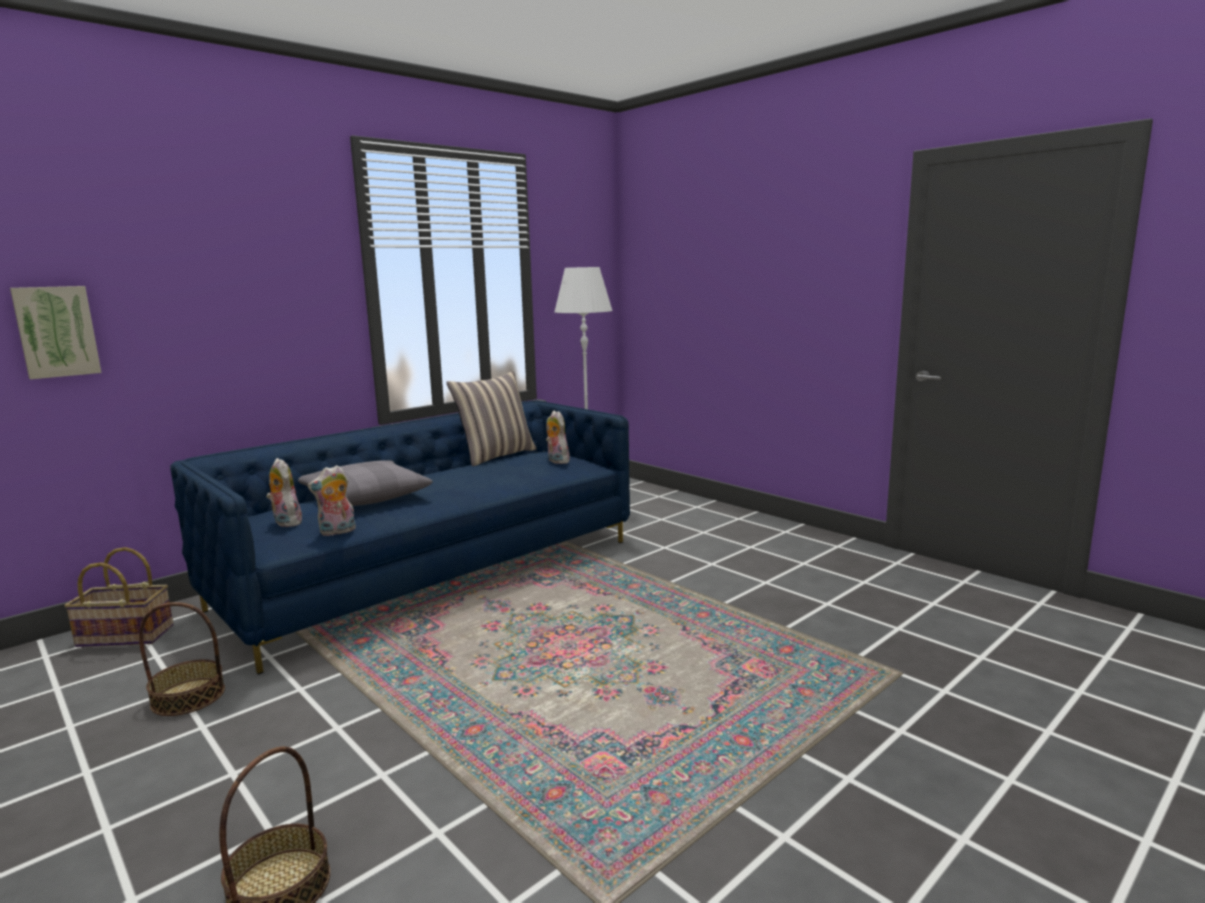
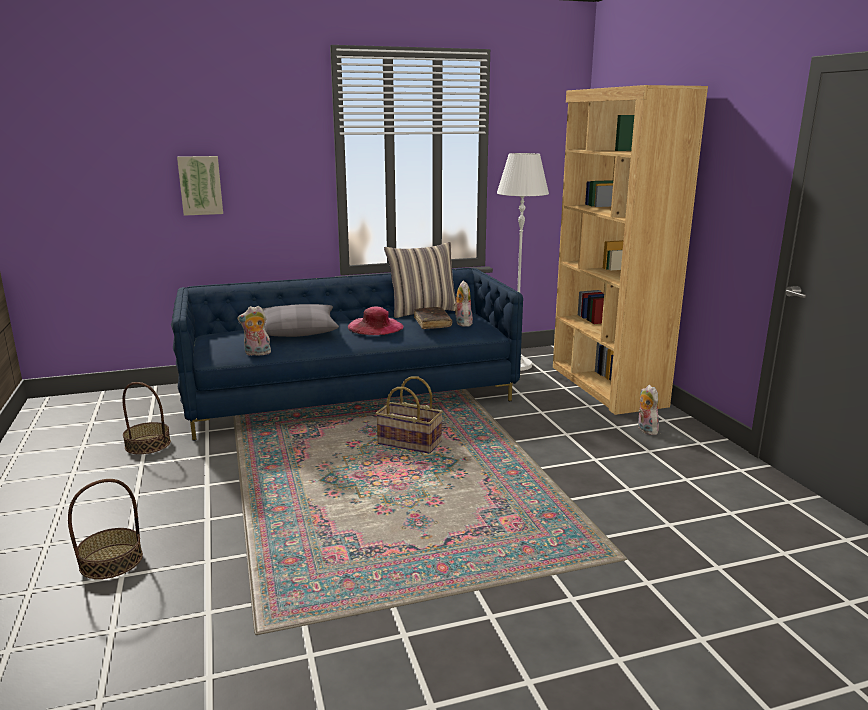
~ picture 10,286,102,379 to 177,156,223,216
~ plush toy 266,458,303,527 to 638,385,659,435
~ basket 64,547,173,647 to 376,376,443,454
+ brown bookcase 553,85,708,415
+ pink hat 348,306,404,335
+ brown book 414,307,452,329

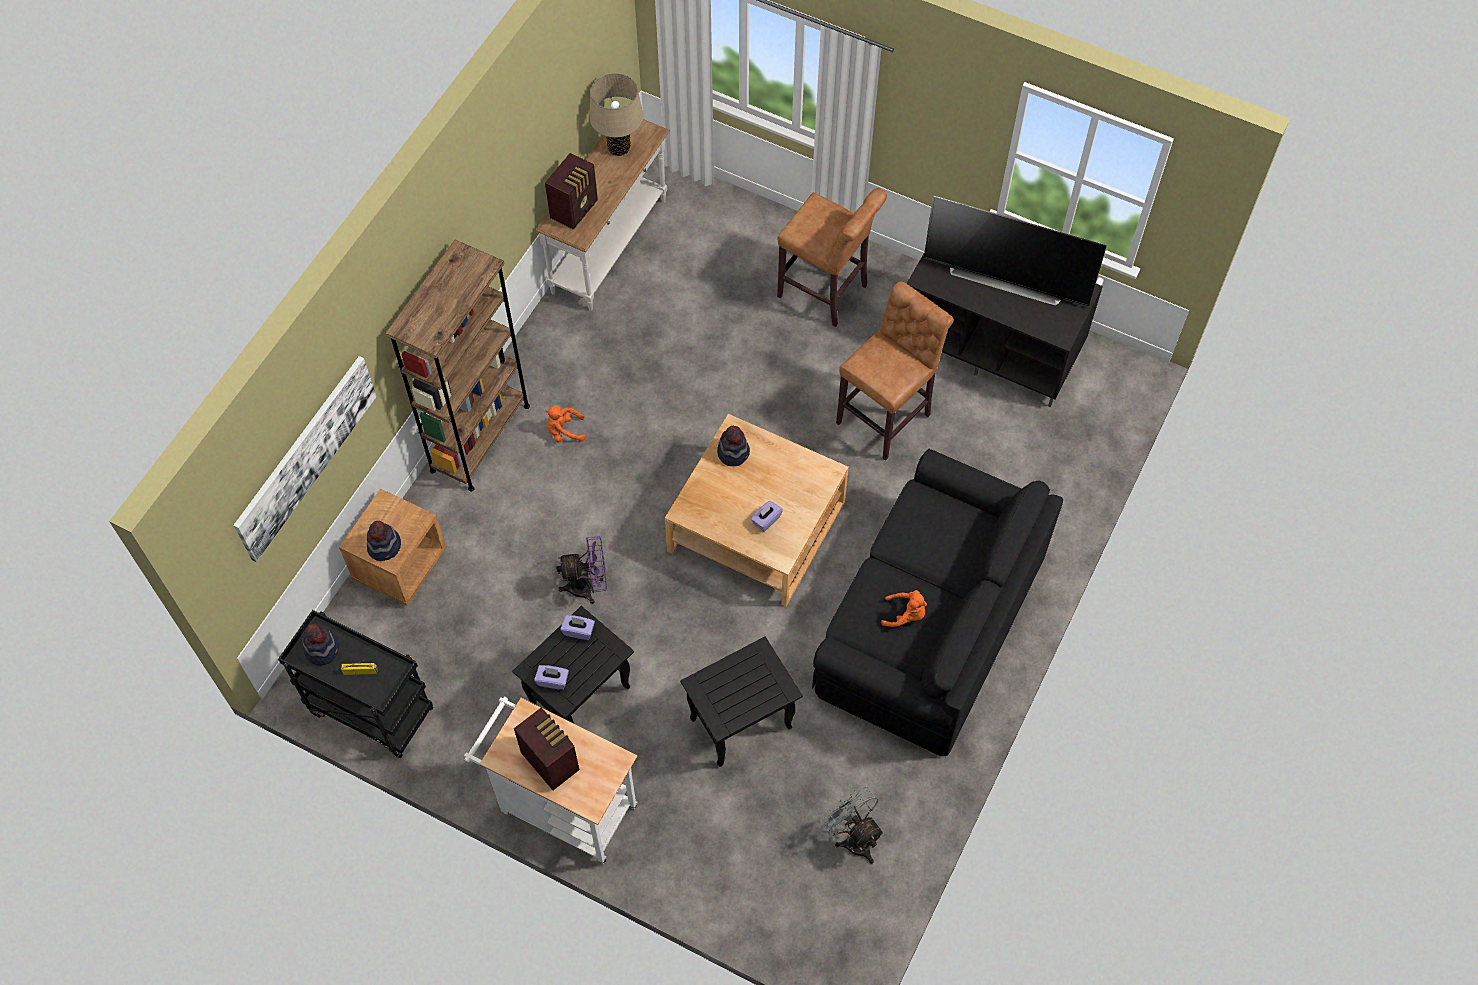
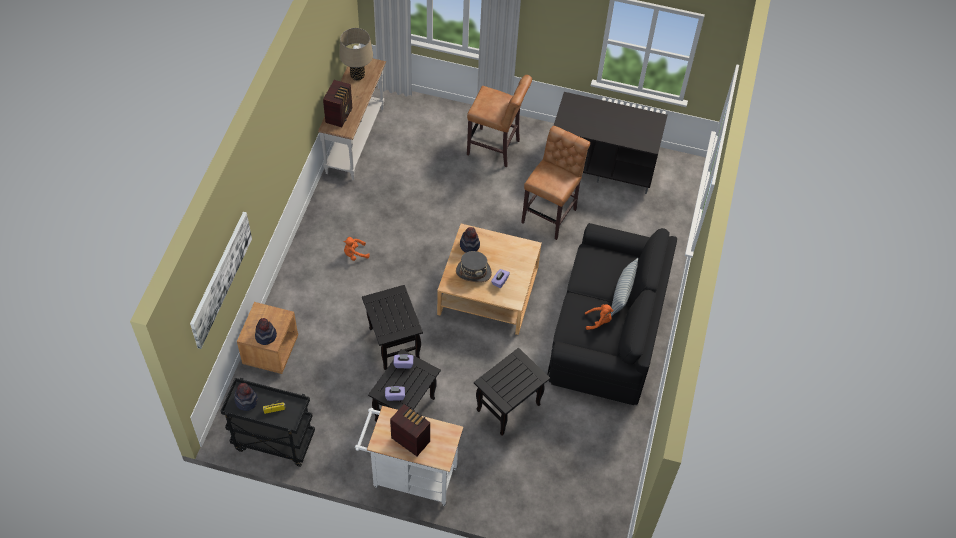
- television 924,195,1107,307
- brown bookcase 385,240,530,492
~ purple fan 556,536,607,604 to black side table 362,285,423,370
- grey fan 821,787,884,864
+ grey hat 456,251,492,283
+ pillow 611,258,638,316

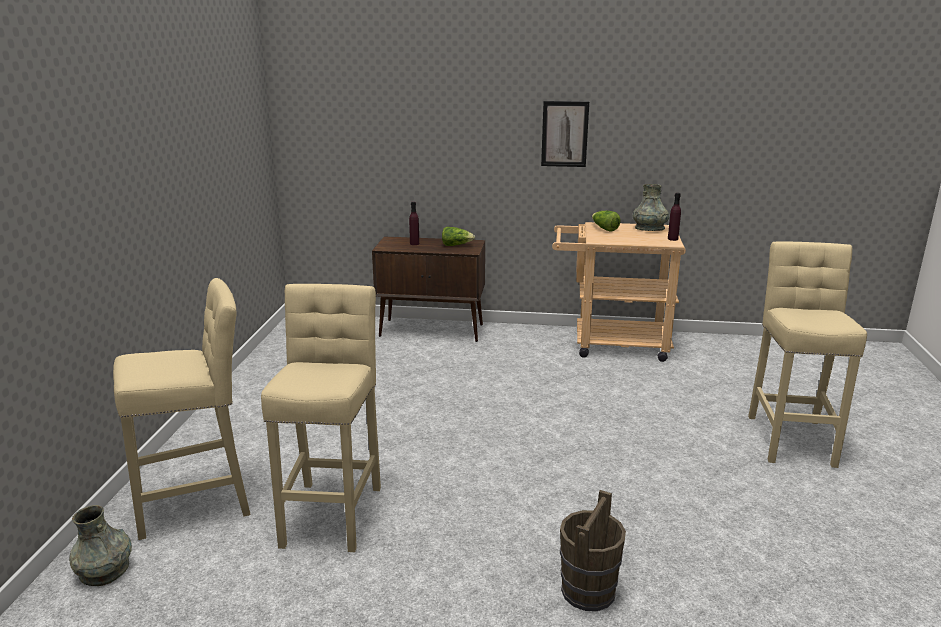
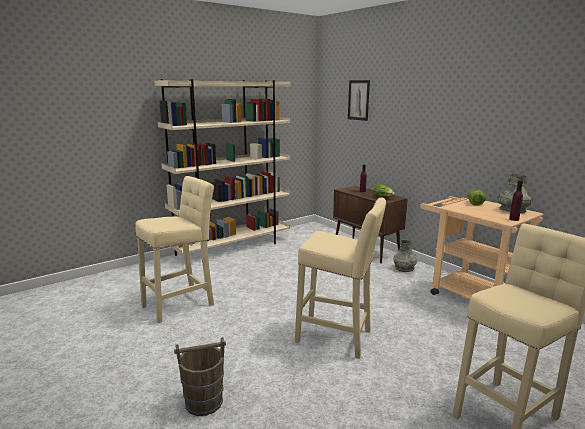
~ picture 541,101,589,167 to 348,80,370,121
~ beige stool 113,278,251,540 to 295,197,386,359
~ grey vase 69,505,132,586 to 393,239,417,272
+ beige bookcase 154,79,291,256

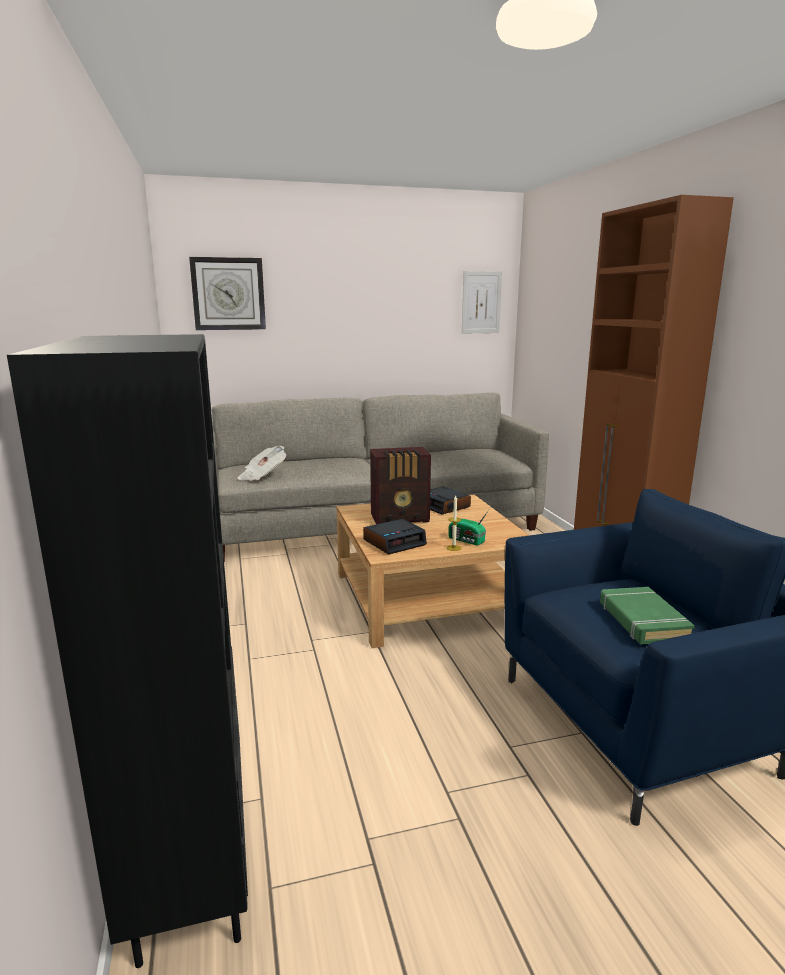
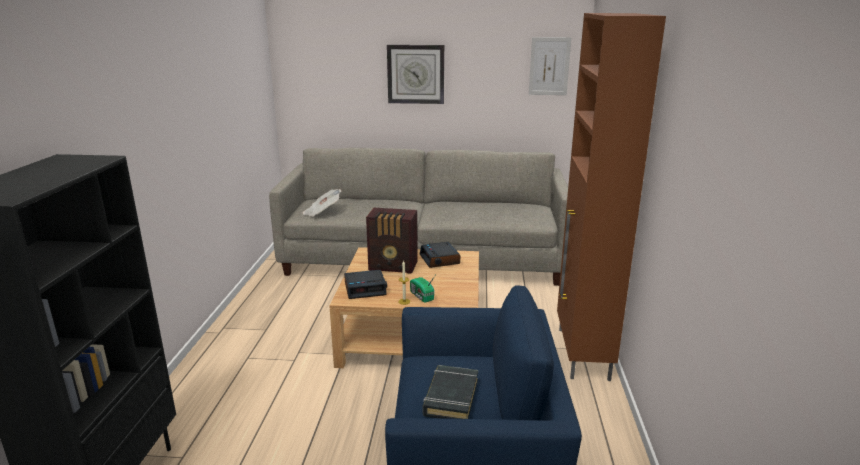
~ wall clock 189,257,266,330 to 387,45,444,104
~ green book 600,587,695,644 to black book 423,365,478,419

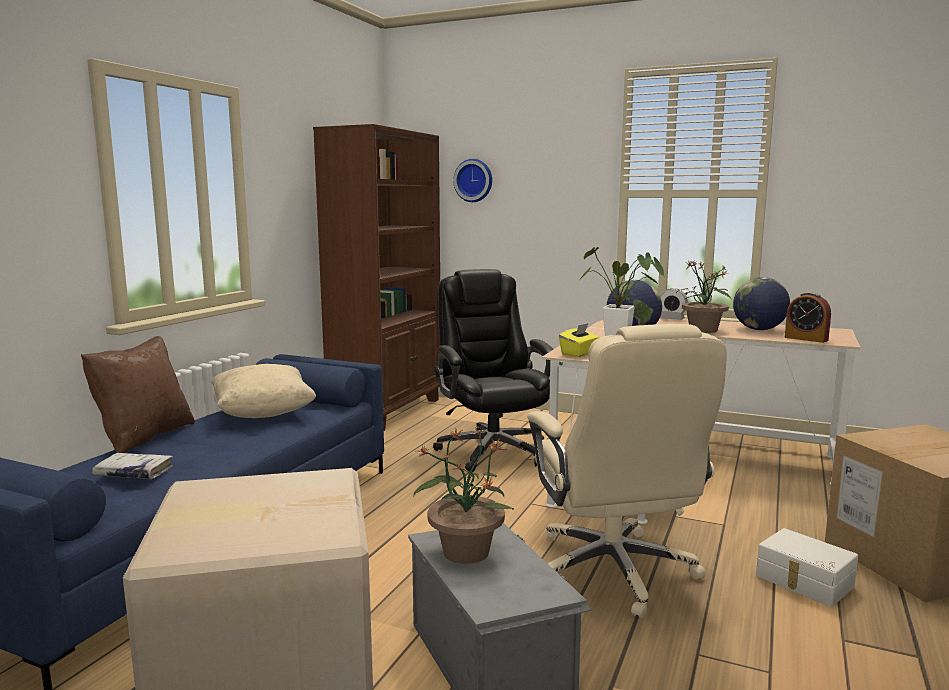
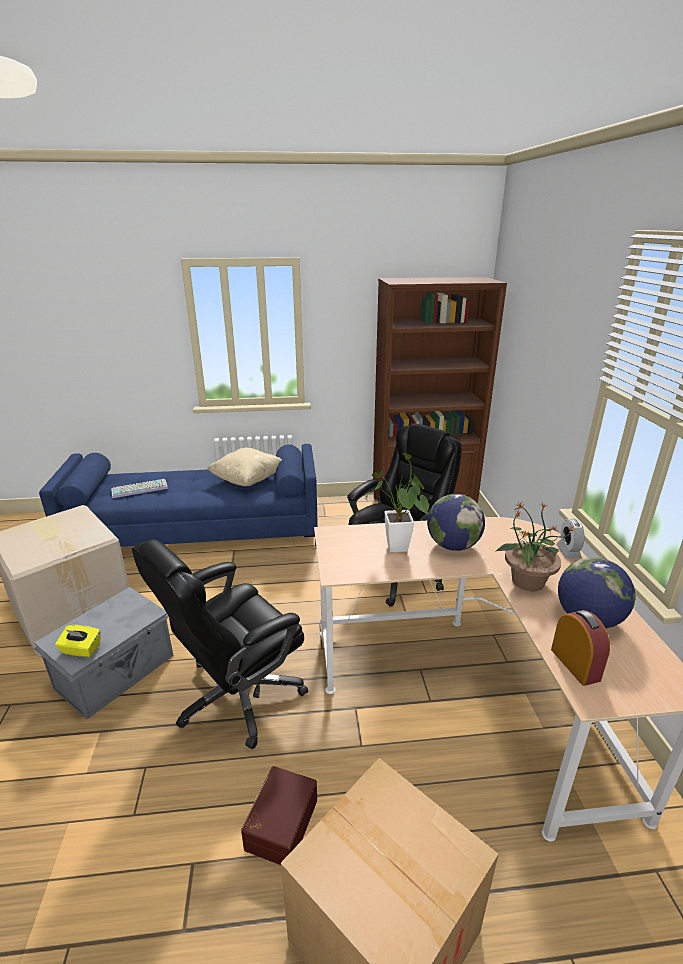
- wall clock 453,159,492,202
~ alarm clock 785,292,831,343 = 551,610,610,686 150 degrees clockwise
~ yellow tissue box 559,323,600,357 to 55,625,101,657
~ beige office chair 527,324,727,619 to black office chair 132,539,308,749
- brown pillow 81,336,195,453
- potted plant 413,427,514,564
~ white book 92,453,173,479 to keyboard 111,479,168,498
~ white storage box 756,528,858,607 to brown storage box 241,766,317,865

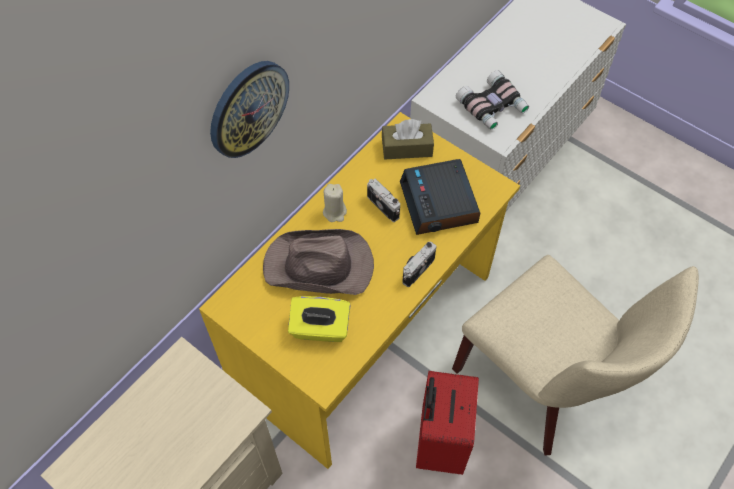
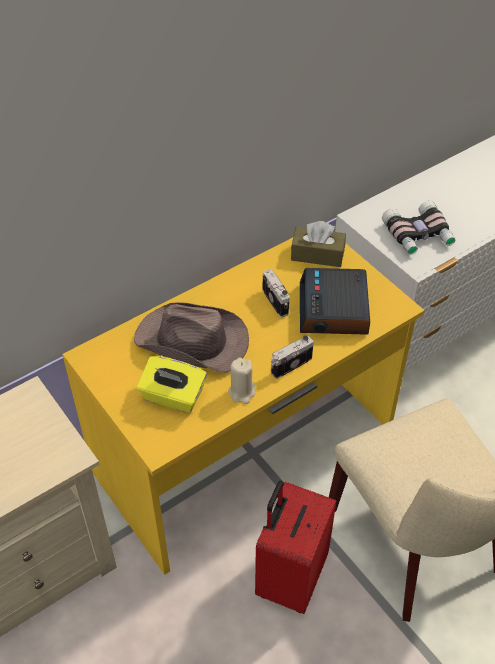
- wall clock 210,61,289,158
~ beige candle 323,184,347,222 to 228,358,256,404

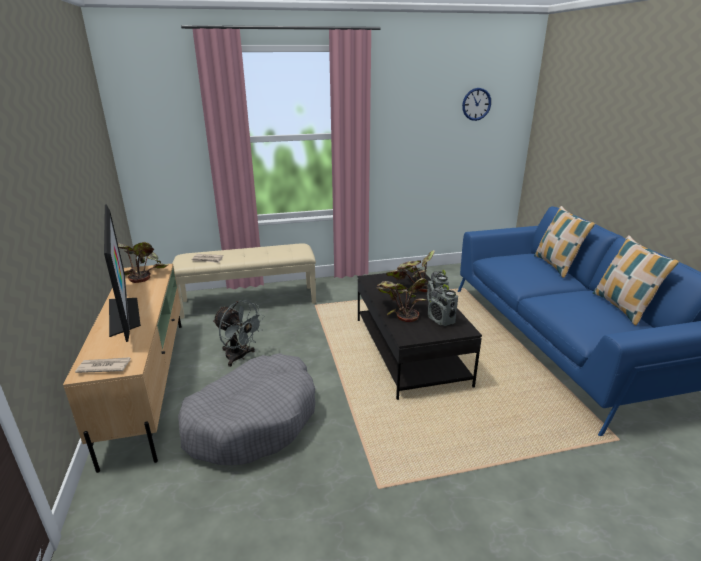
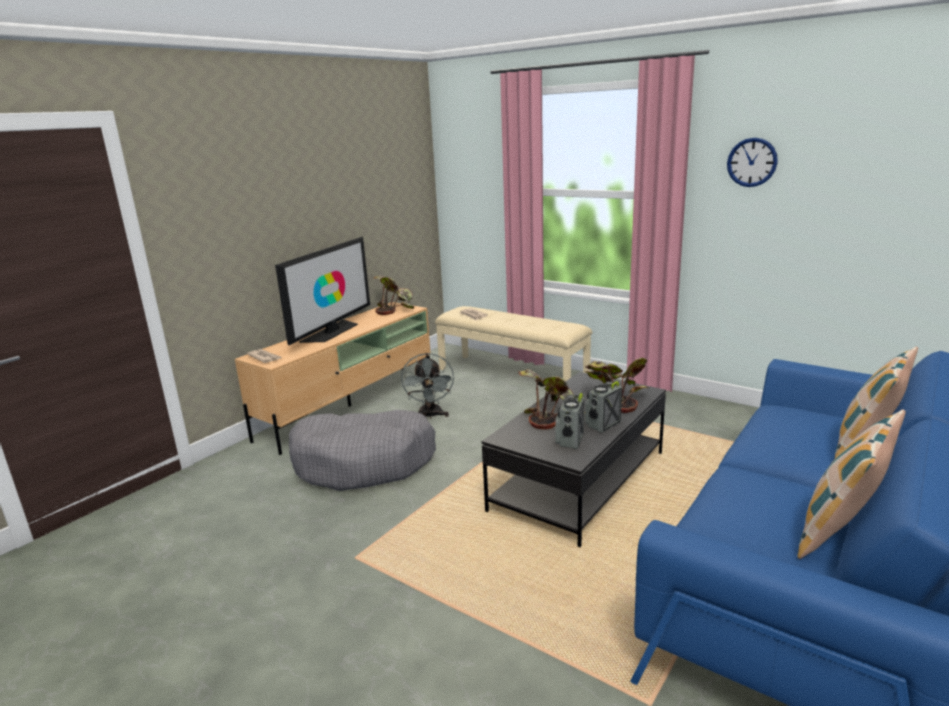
~ wall clock 462,88,491,121 to 727,138,778,187

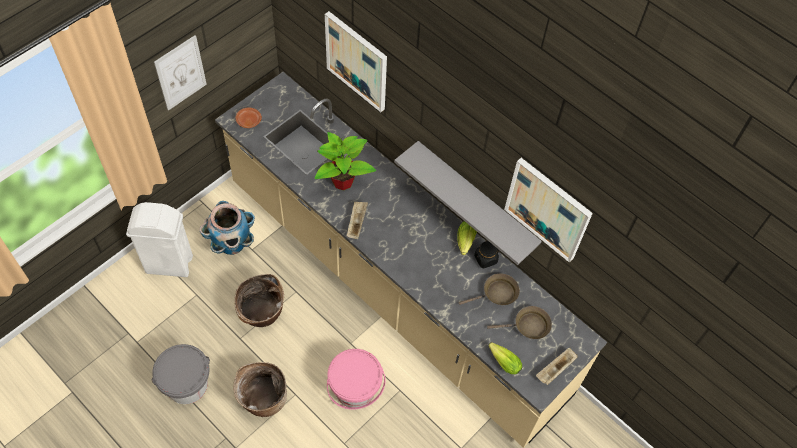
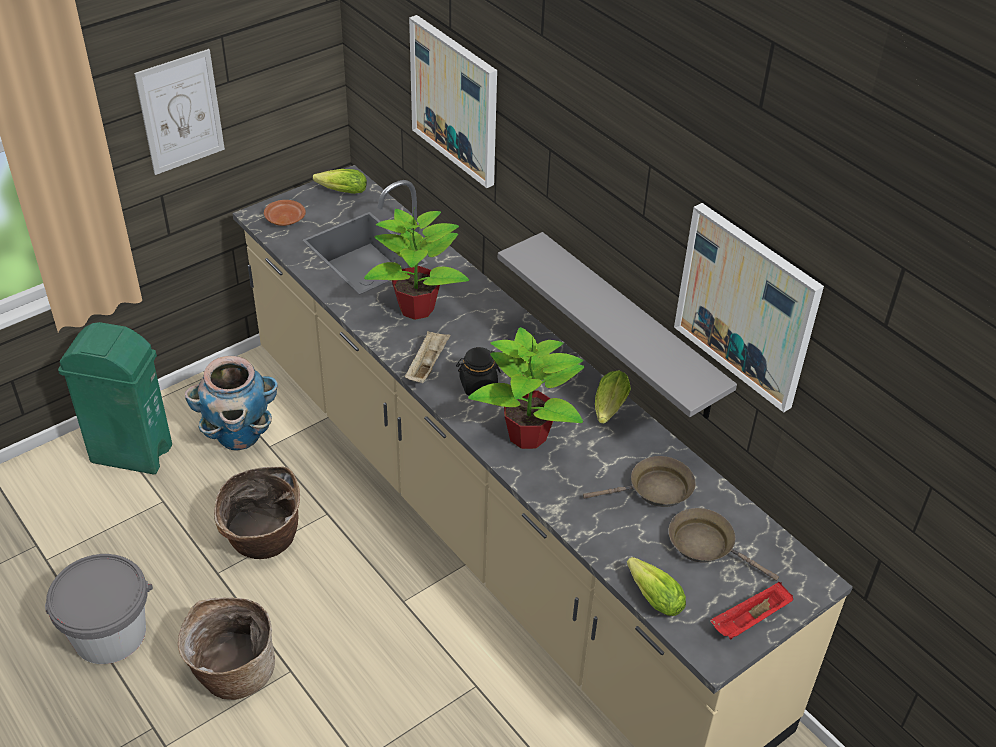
~ white trash can 126,202,193,277 to green trash can 58,322,172,474
~ black jar 474,241,499,269 to 456,347,501,396
~ brown frying pan 487,306,552,339 = 669,508,779,581 150 degrees counterclockwise
~ beige tray 536,348,578,385 to red tray 710,582,793,640
- pink bucket 327,349,386,410
+ lettuce 313,169,367,194
+ potted plant 468,327,585,449

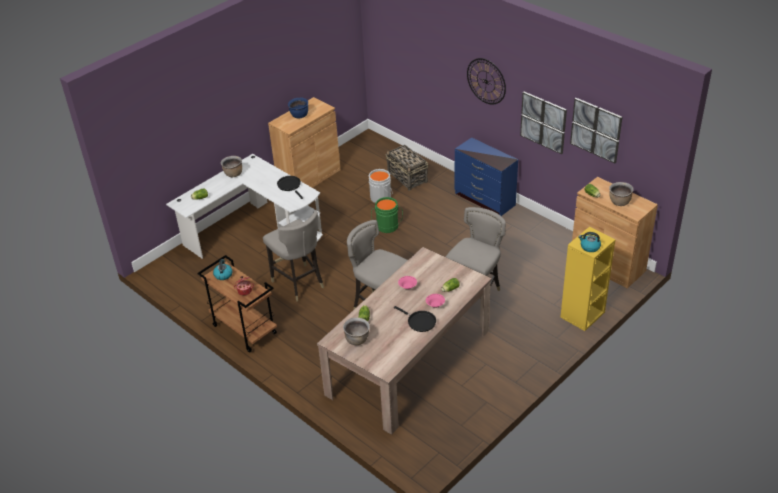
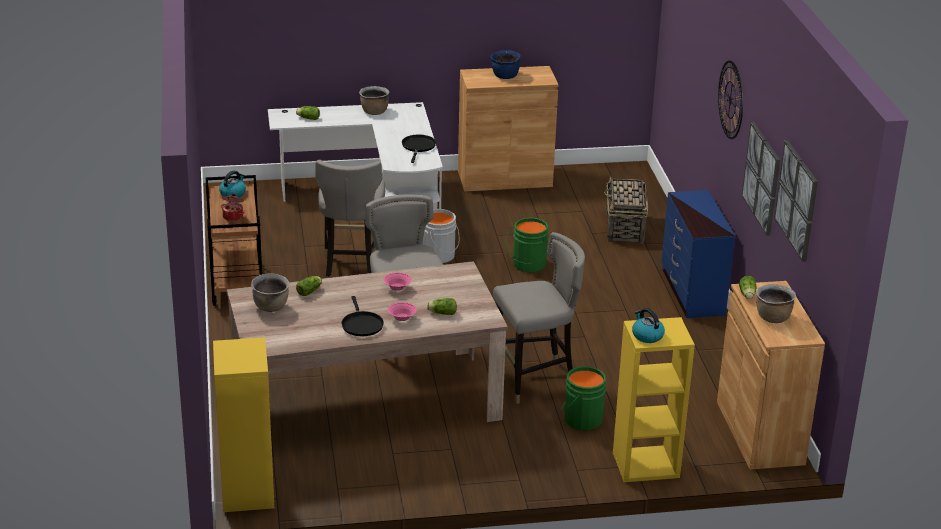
~ grey bucket 369,169,393,203 to 423,209,460,263
+ yellow bookcase 213,337,274,512
+ green bucket 561,366,606,431

